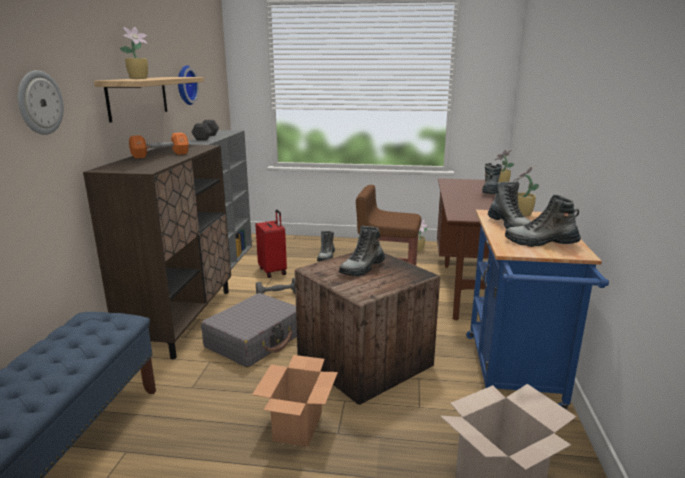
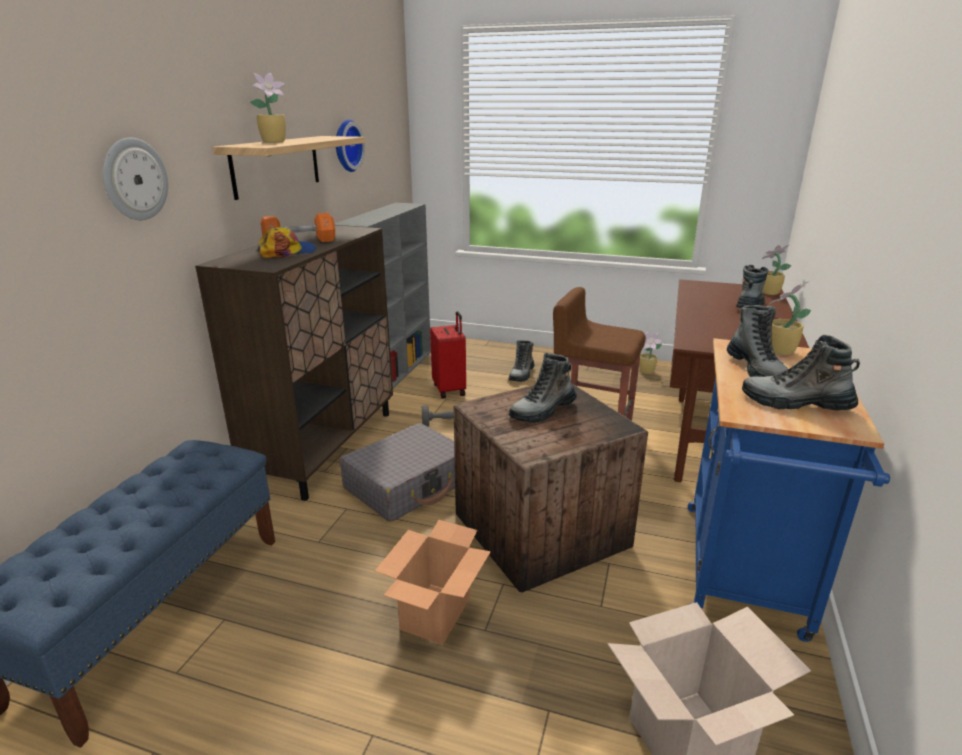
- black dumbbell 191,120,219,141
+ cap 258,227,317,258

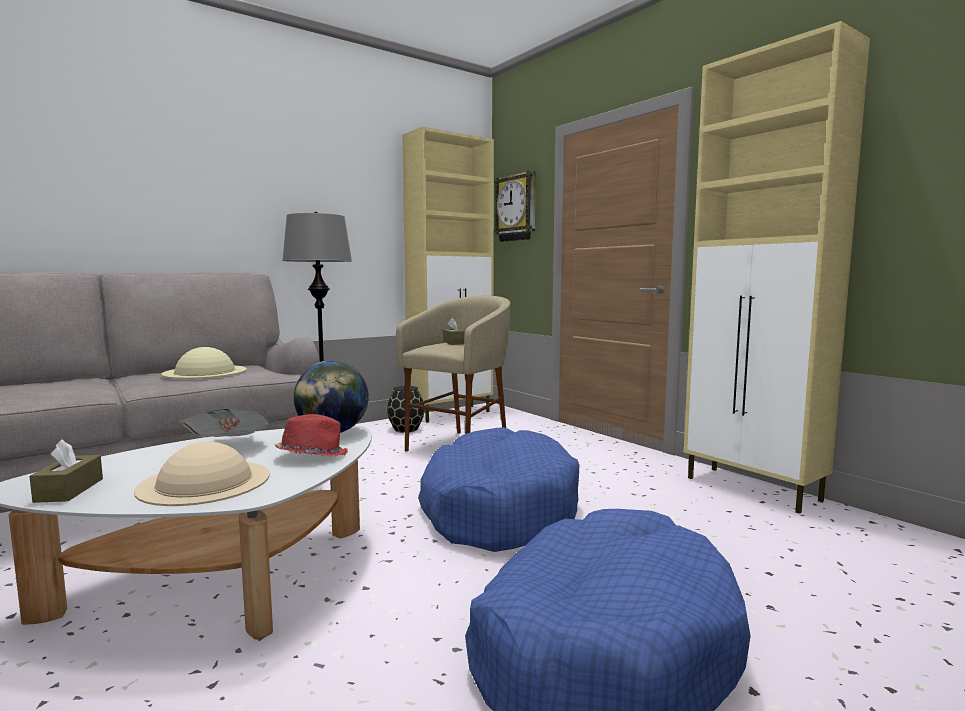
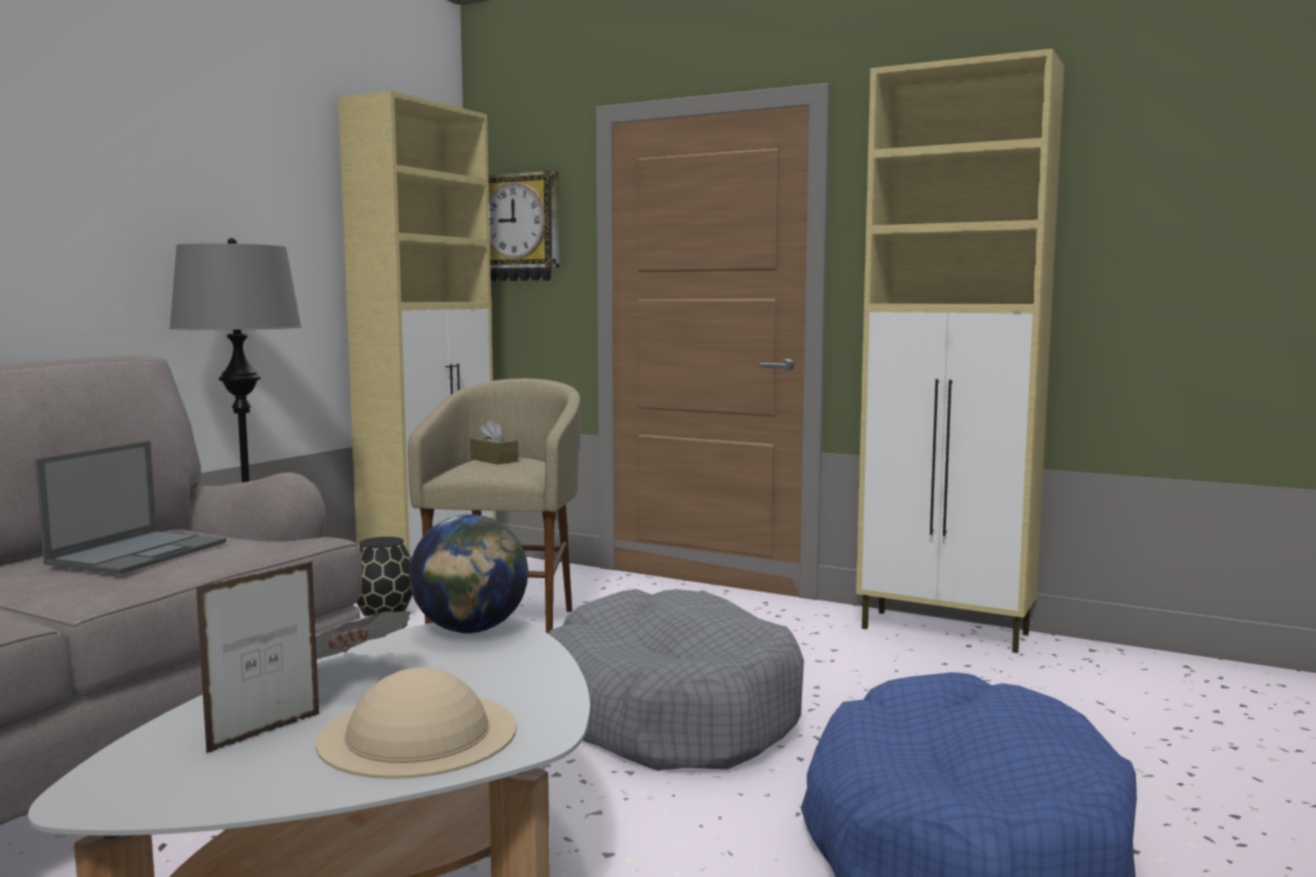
~ beige hat 161,347,247,379 to laptop 35,441,226,574
- red hat 274,414,348,456
~ blue dog bed 418,427,579,552 to grey dog bed 548,589,804,771
- brown tissue box 29,439,103,503
+ picture frame 196,561,320,753

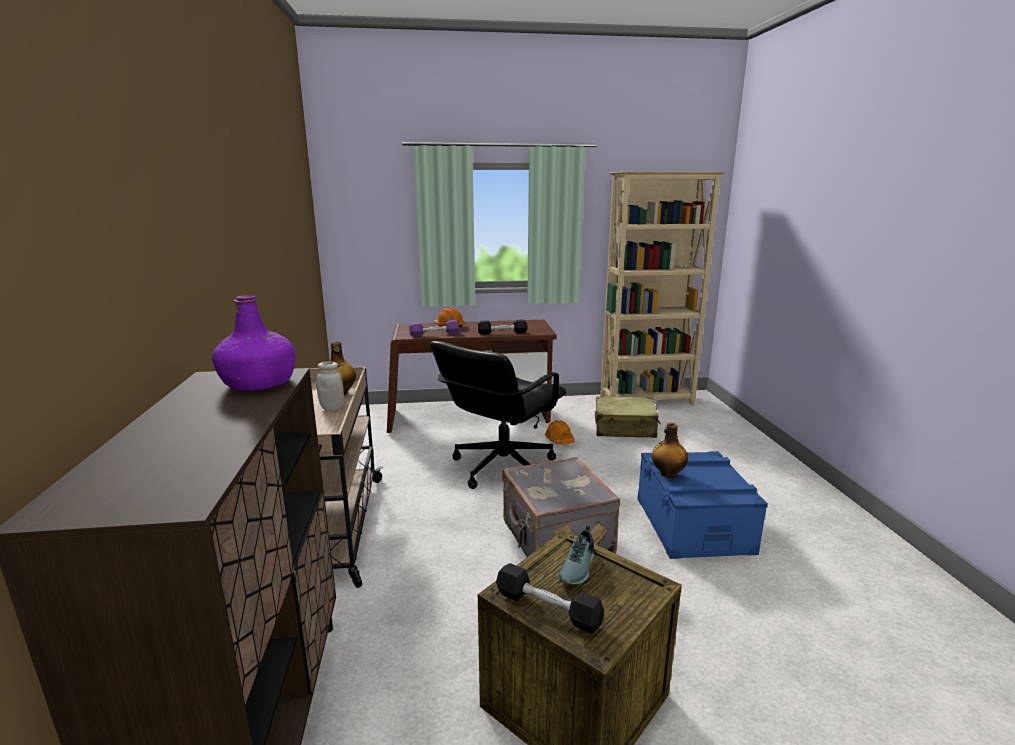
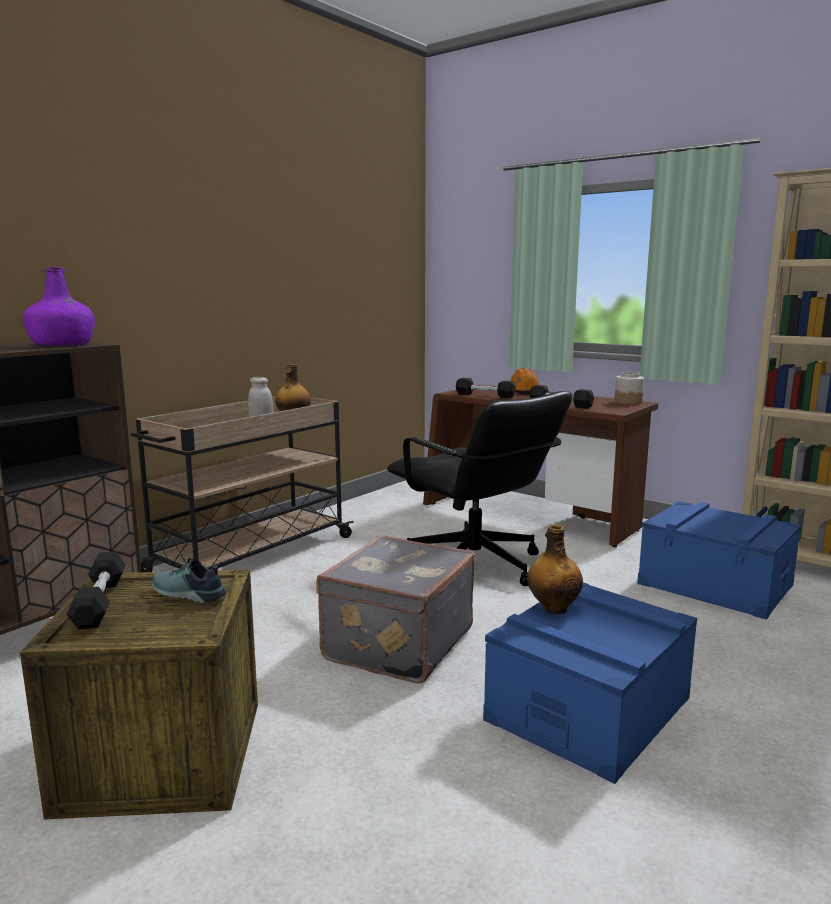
~ purple dumbbell 409,320,459,337 to black dumbbell 456,378,516,398
~ black office chair 430,341,567,489 = 387,391,573,586 120 degrees counterclockwise
~ beige suitcase 595,397,661,438 to blue storage box 637,501,802,620
- orange hard hat 545,420,575,445
~ shoe 558,526,595,584 = 152,557,226,603 45 degrees clockwise
+ jar 614,372,644,405

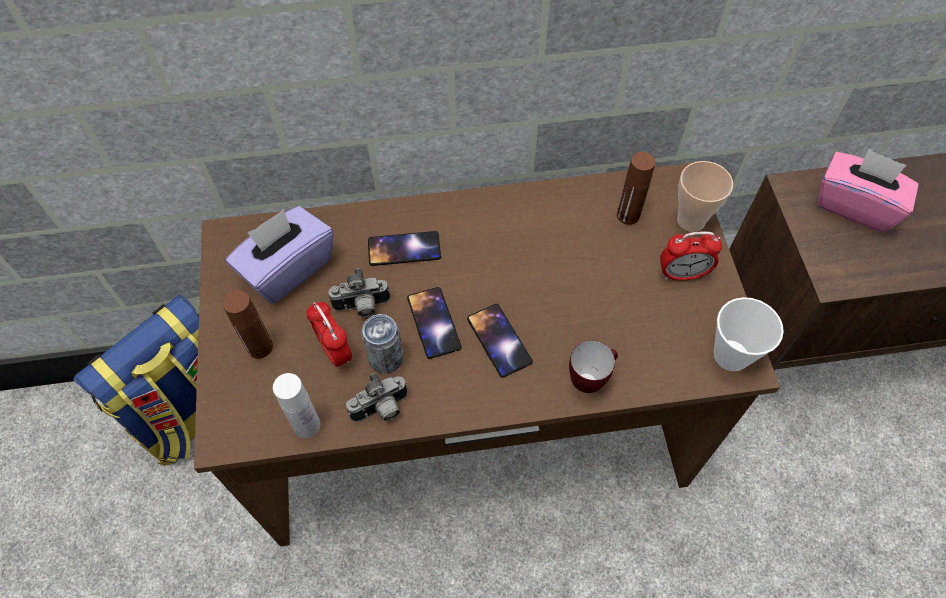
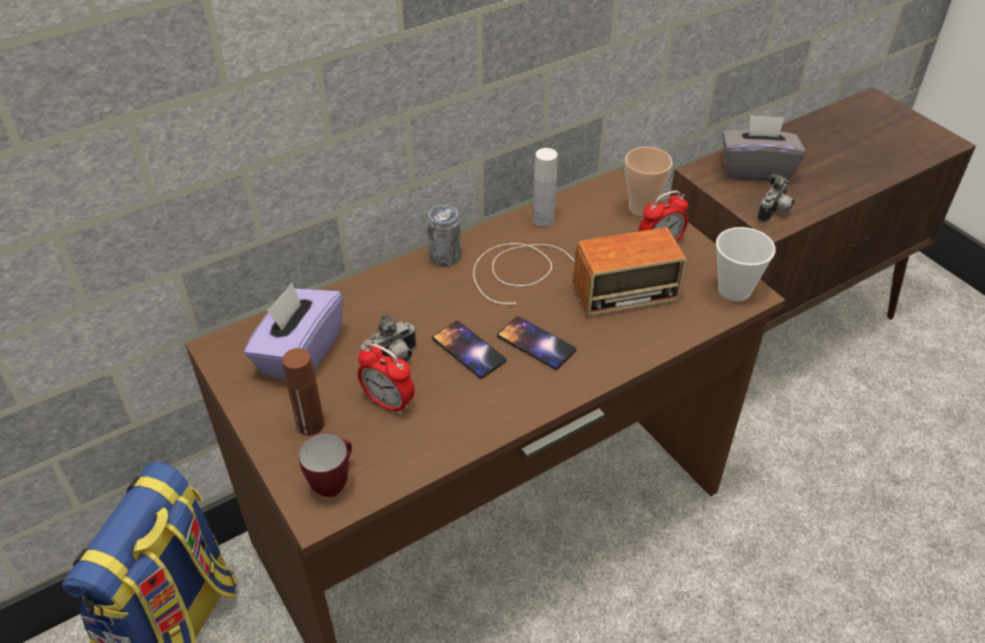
~ pink tissue box 818,149,919,232 to grey tissue box 722,114,806,181
- brown bottle 617,152,656,225
- phone 368,231,441,266
~ can 361,314,404,373 to 427,205,461,266
~ mug 569,340,618,393 to 299,434,352,497
~ white bottle 273,373,321,438 to 533,148,558,227
~ photo camera 346,373,408,422 to 757,174,794,223
+ radio 473,227,687,316

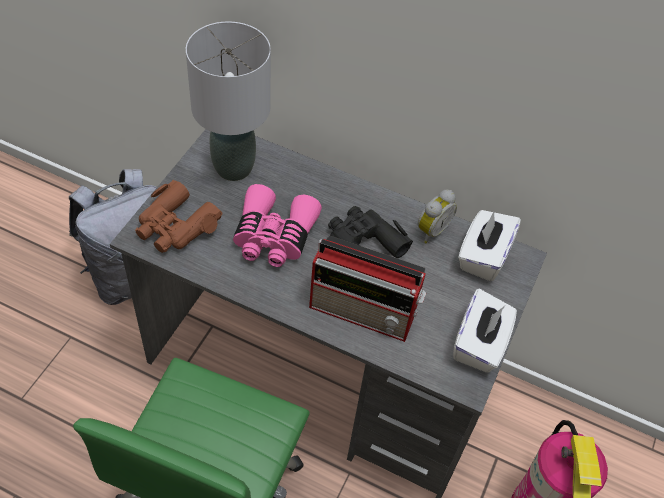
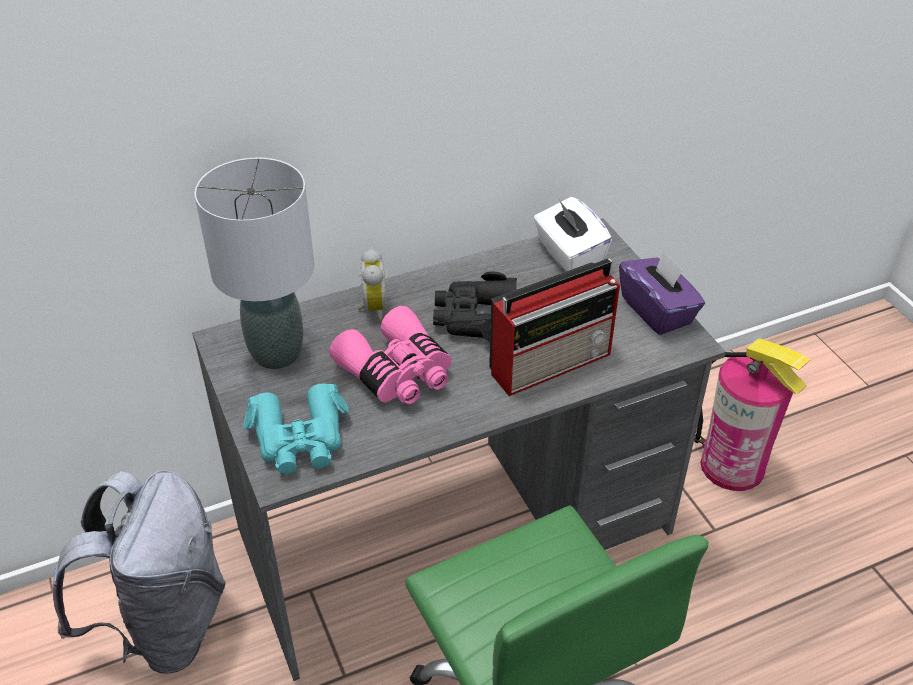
~ brown binoculars 135,180,223,253 to turquoise binoculars 244,383,349,474
~ alarm clock 418,189,457,243 to 358,248,387,322
~ white tissue box 453,289,517,373 to purple tissue box 619,250,705,335

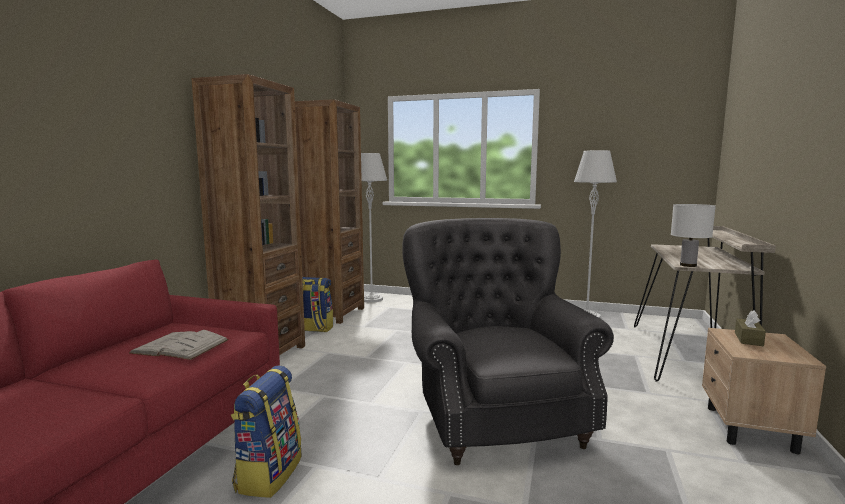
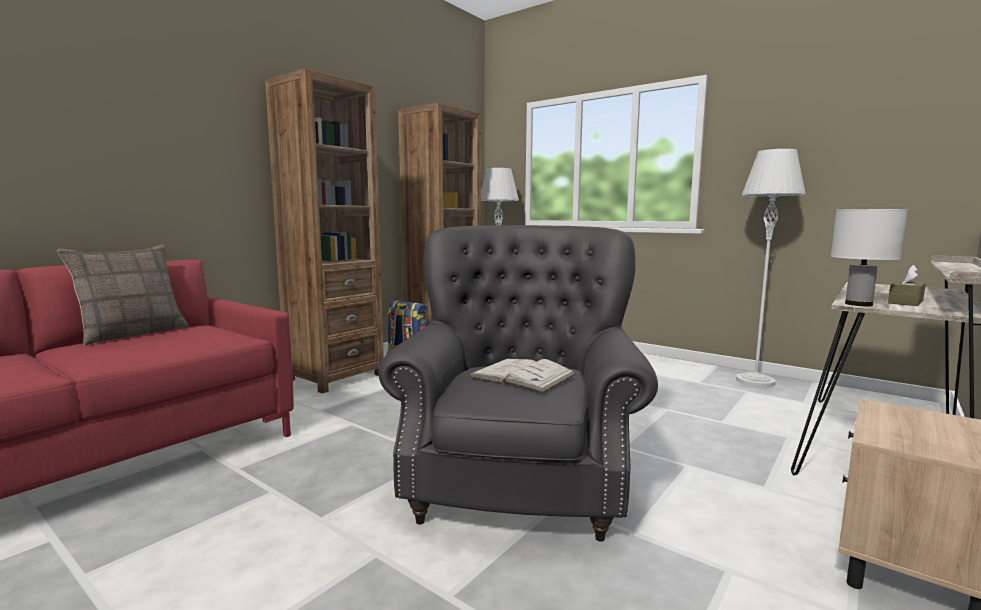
~ brown tissue box 735,311,766,346 to 888,265,926,306
~ white book 129,330,229,360 to 470,359,576,392
- backpack 231,365,302,498
+ pillow 57,244,189,346

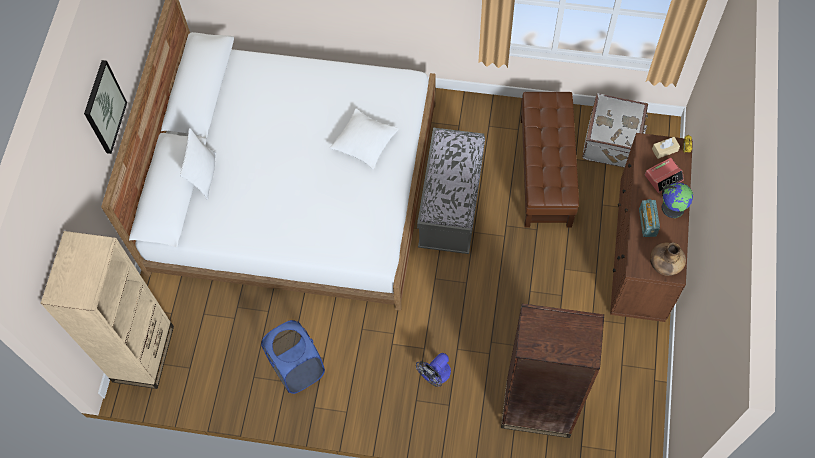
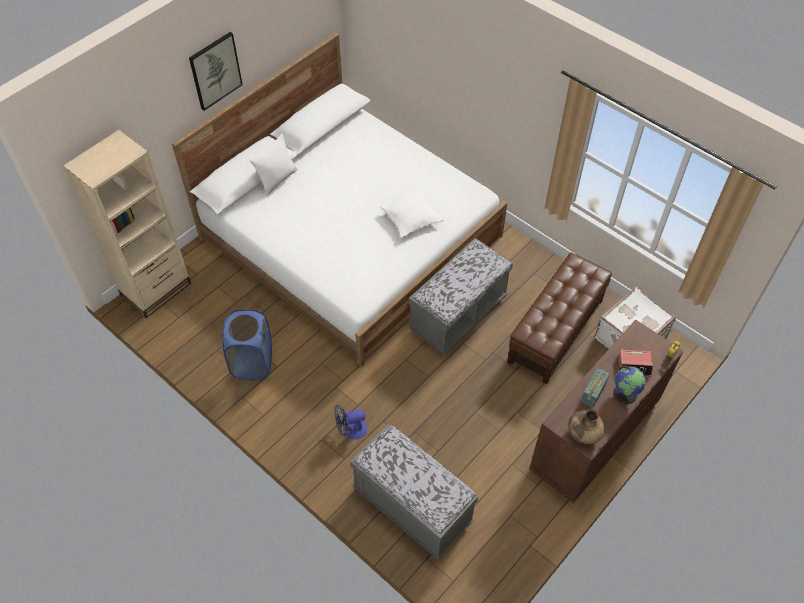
- beige tissue box 652,137,680,159
~ brown bookcase 501,303,604,438 to grey bench 350,424,478,560

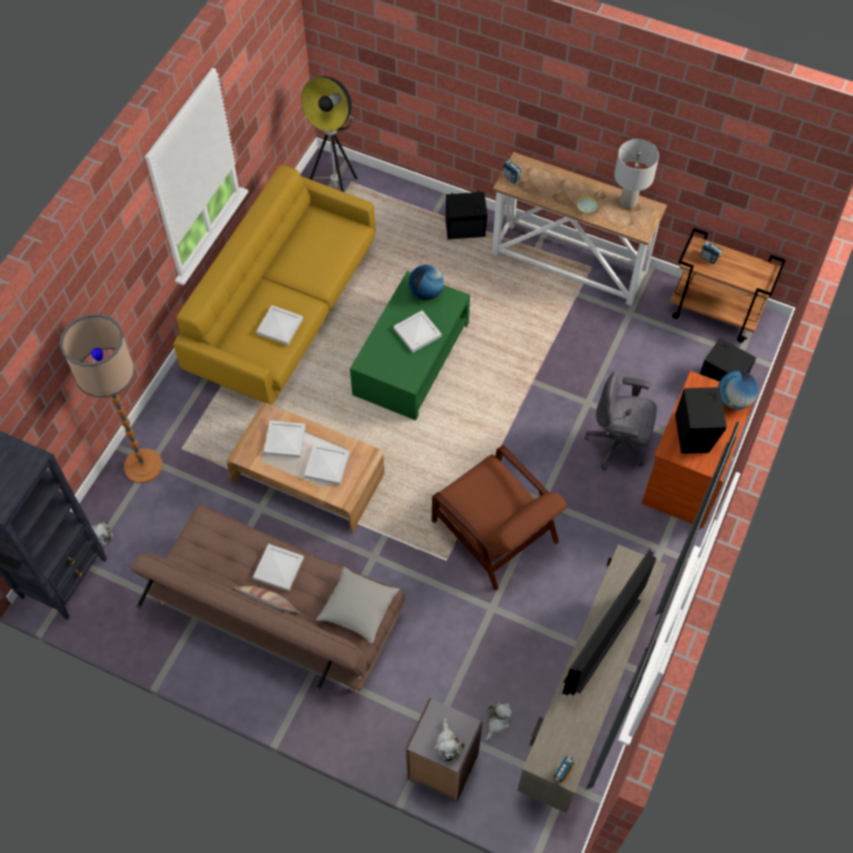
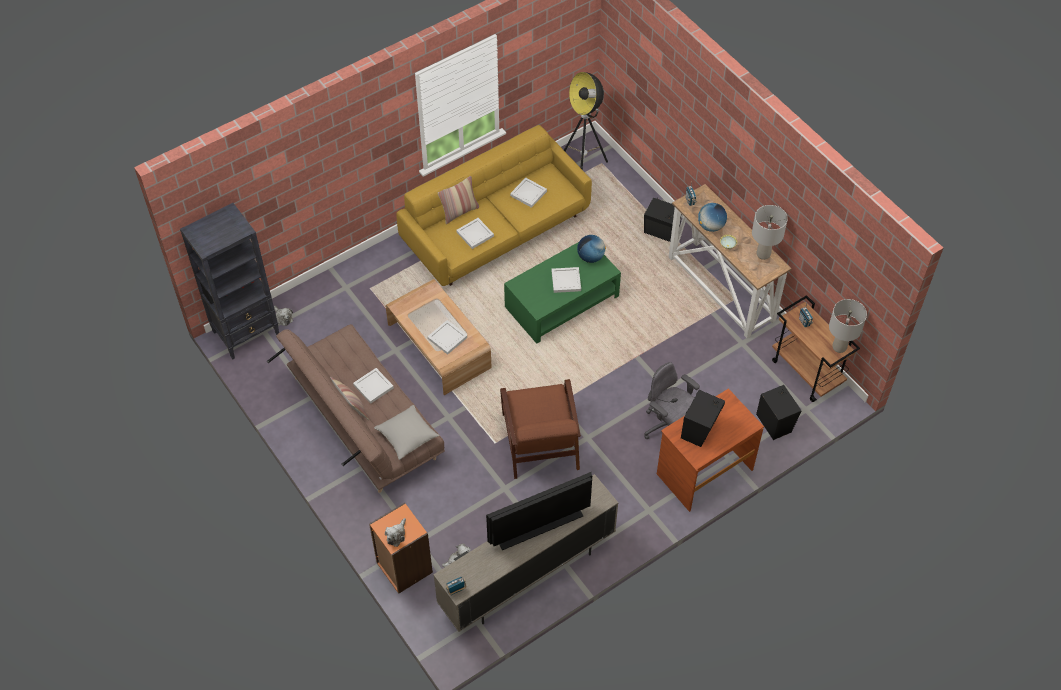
- floor lamp 60,314,163,483
~ globe 718,371,758,410 to 698,203,727,232
~ white tray 264,420,306,458 to 510,178,547,208
~ grey bookcase 405,698,483,803 to orange bookcase 369,503,433,594
+ pillow 438,176,479,224
+ grey table lamp 829,299,867,353

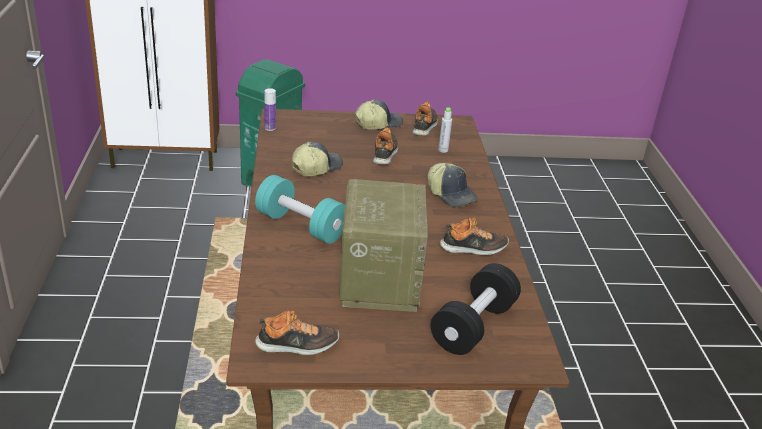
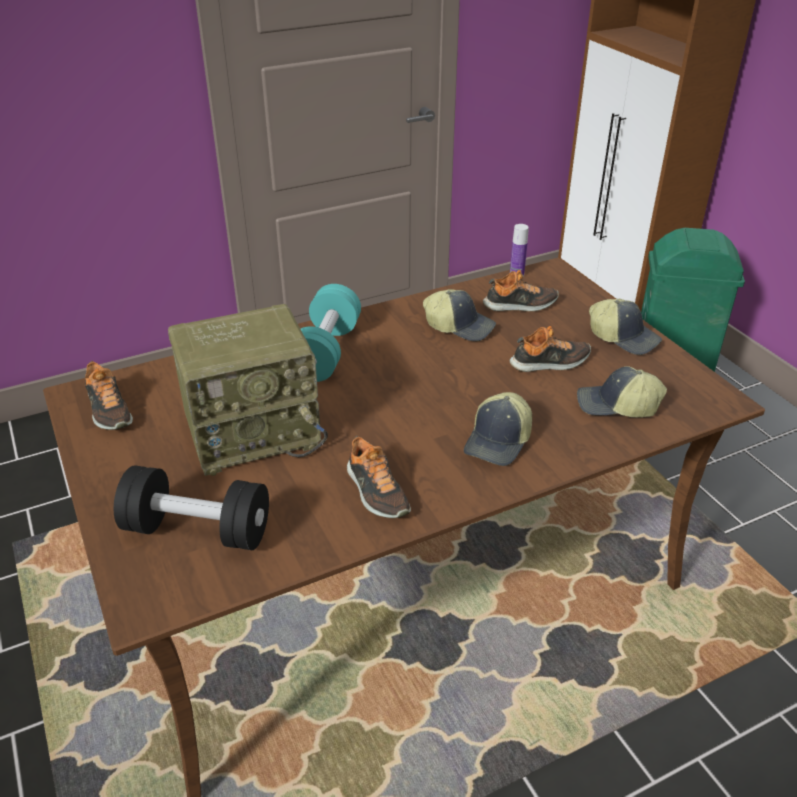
~ shoe 412,102,438,136 to 483,270,559,311
~ grey bottle 438,107,452,153 to cap 577,366,667,417

